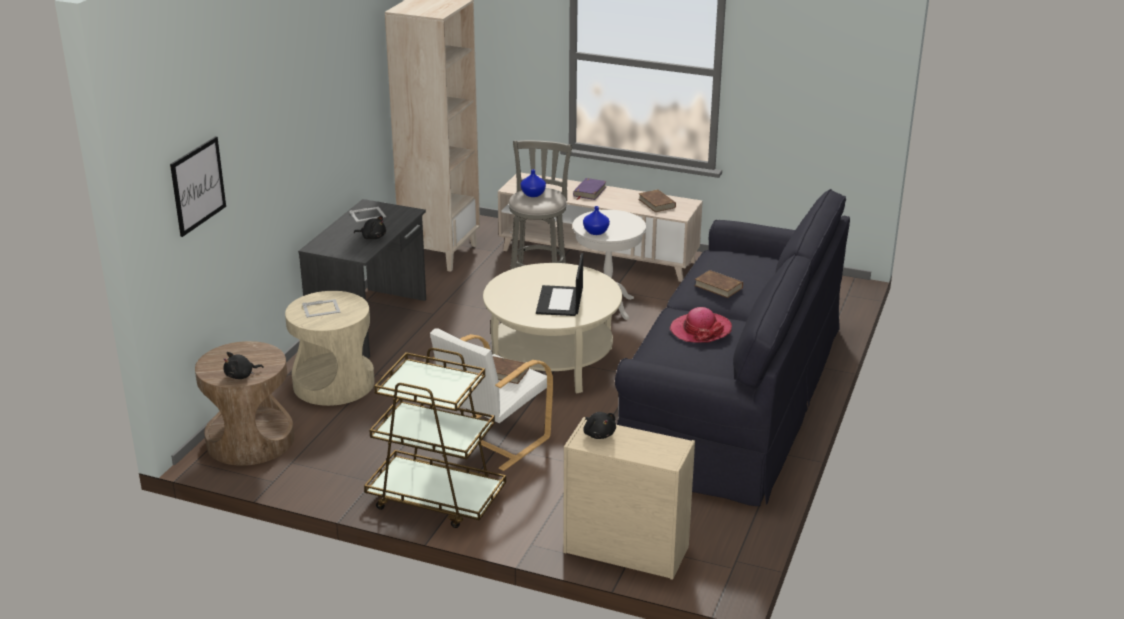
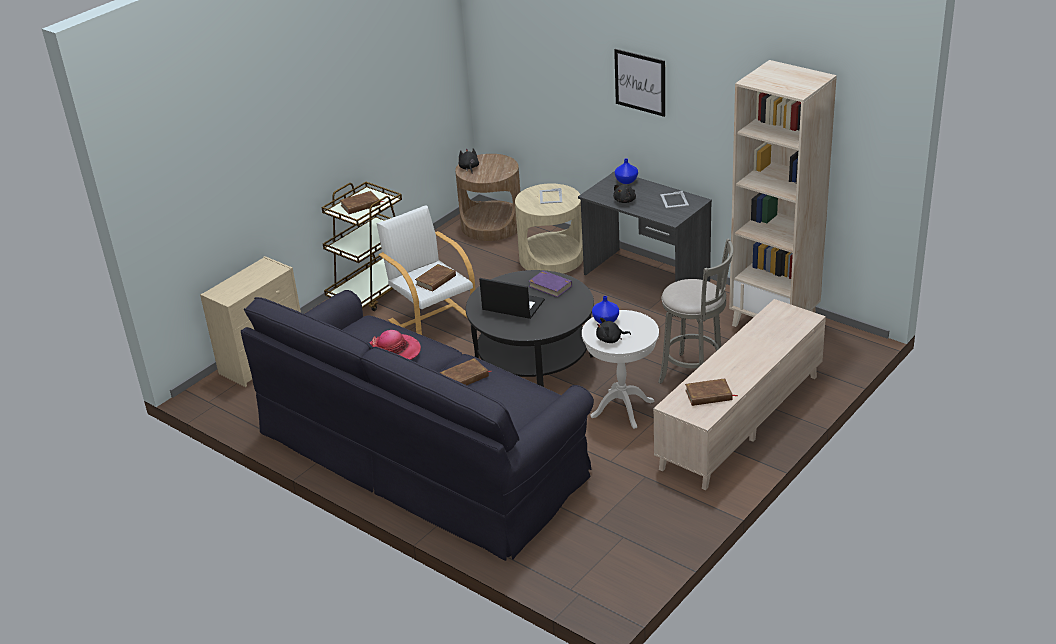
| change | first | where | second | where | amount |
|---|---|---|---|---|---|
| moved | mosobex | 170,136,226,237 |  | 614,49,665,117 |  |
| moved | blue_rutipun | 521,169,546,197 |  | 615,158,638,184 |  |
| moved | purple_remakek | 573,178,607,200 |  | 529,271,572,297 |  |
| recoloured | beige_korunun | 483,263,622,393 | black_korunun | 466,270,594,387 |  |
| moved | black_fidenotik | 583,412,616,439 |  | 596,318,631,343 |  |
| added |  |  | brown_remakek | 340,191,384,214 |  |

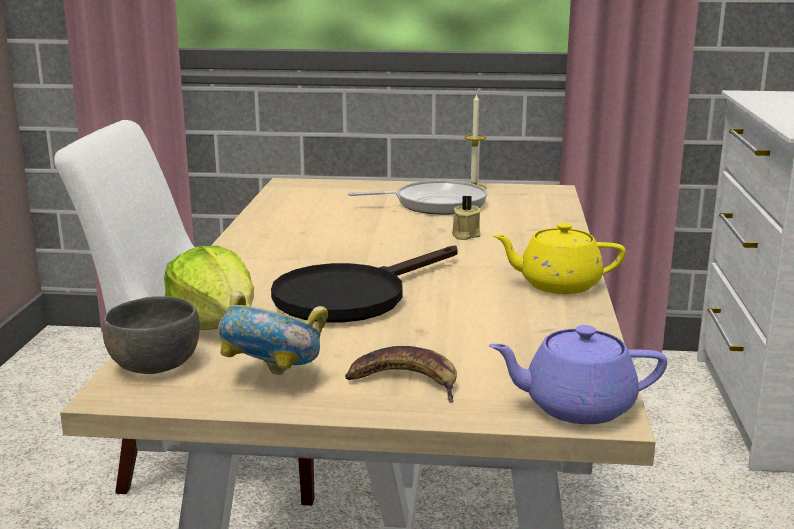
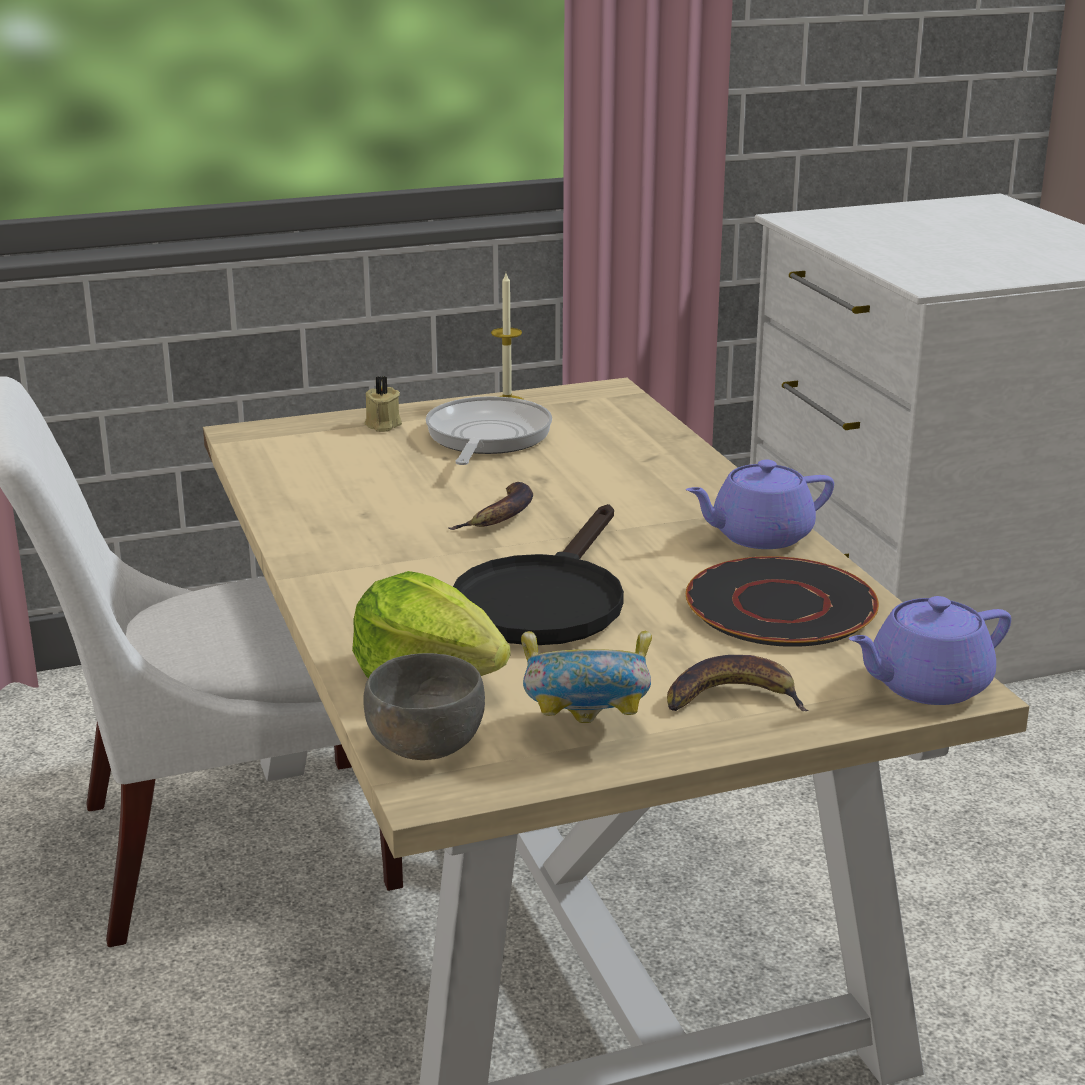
| change | first | where | second | where | amount |
|---|---|---|---|---|---|
| turned | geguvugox | 348,180,488,215 |  | 426,396,552,465 | 45 degrees counterclockwise |
| moved | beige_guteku | 452,195,481,240 |  | 364,376,402,432 |  |
| recoloured | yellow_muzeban | 492,223,626,294 | purple_muzeban | 686,460,834,549 |  |
| added |  |  | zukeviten | 448,482,533,530 |  |
| added |  |  | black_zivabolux | 686,556,879,647 |  |

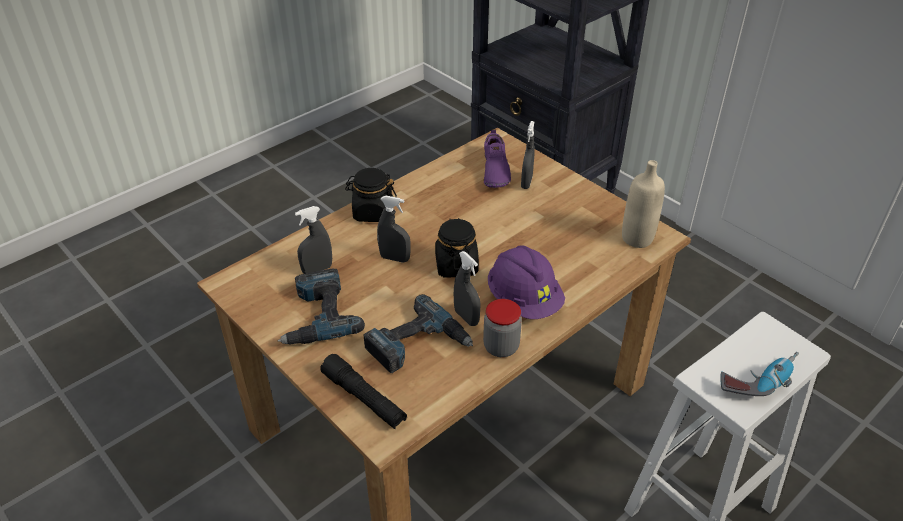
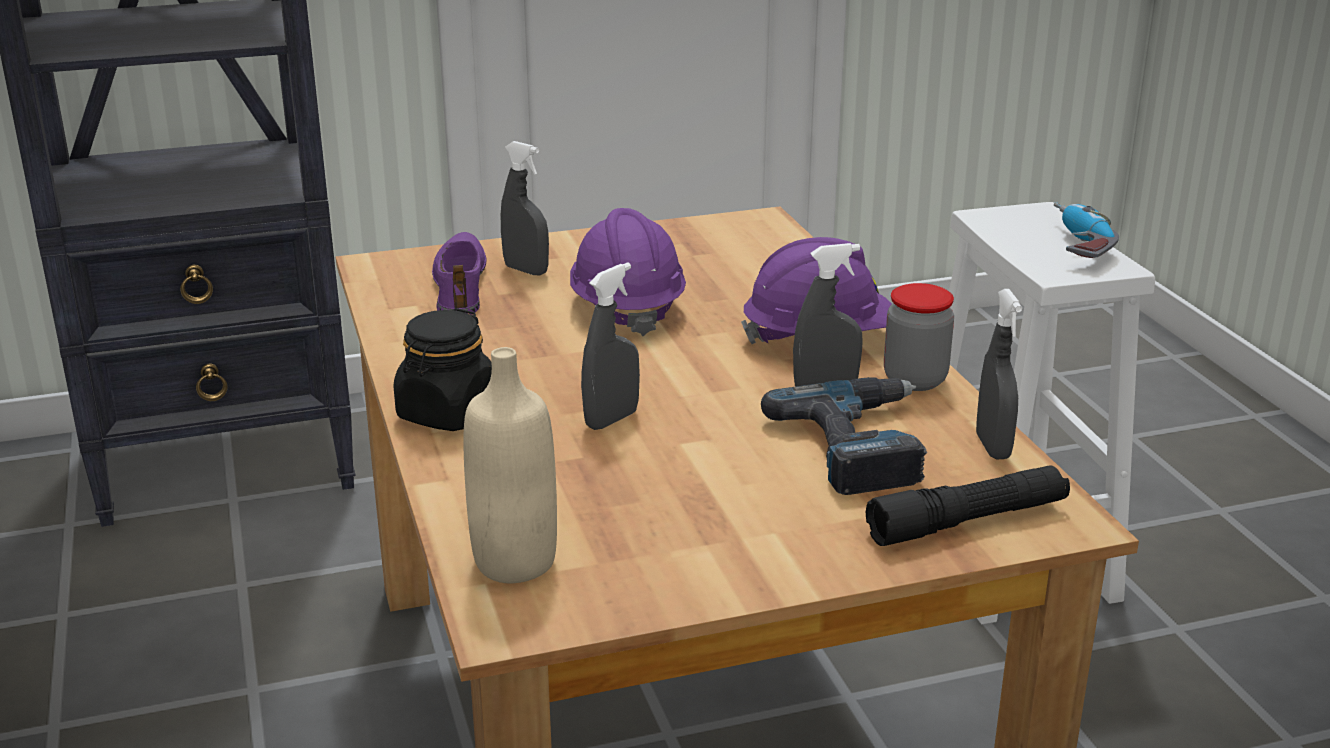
| change | first | where | second | where | amount |
|---|---|---|---|---|---|
| turned | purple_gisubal | 484,129,511,188 |  | 432,232,486,315 | 120 degrees counterclockwise |
| moved | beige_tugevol | 622,160,665,248 |  | 464,347,557,583 |  |
| moved | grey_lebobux | 295,206,332,274 |  | 976,289,1022,459 |  |
| removed | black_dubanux | 435,218,479,278 |  |  |  |
| removed | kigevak | 278,269,365,345 |  |  |  |
| added |  |  | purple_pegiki | 570,208,686,336 |  |

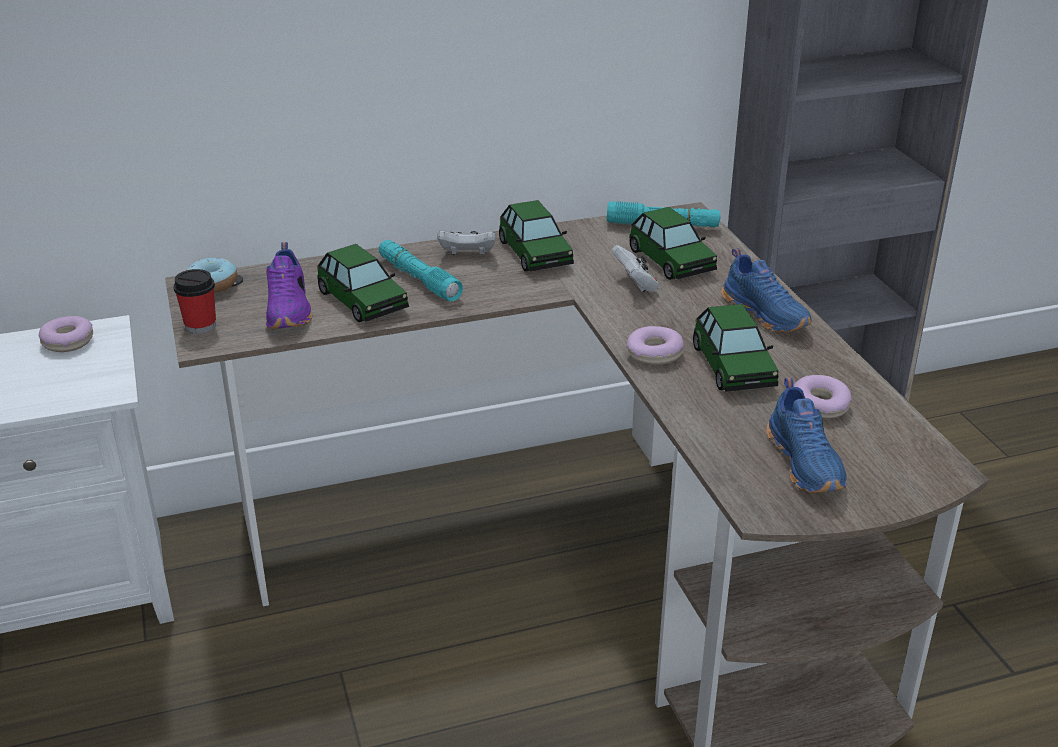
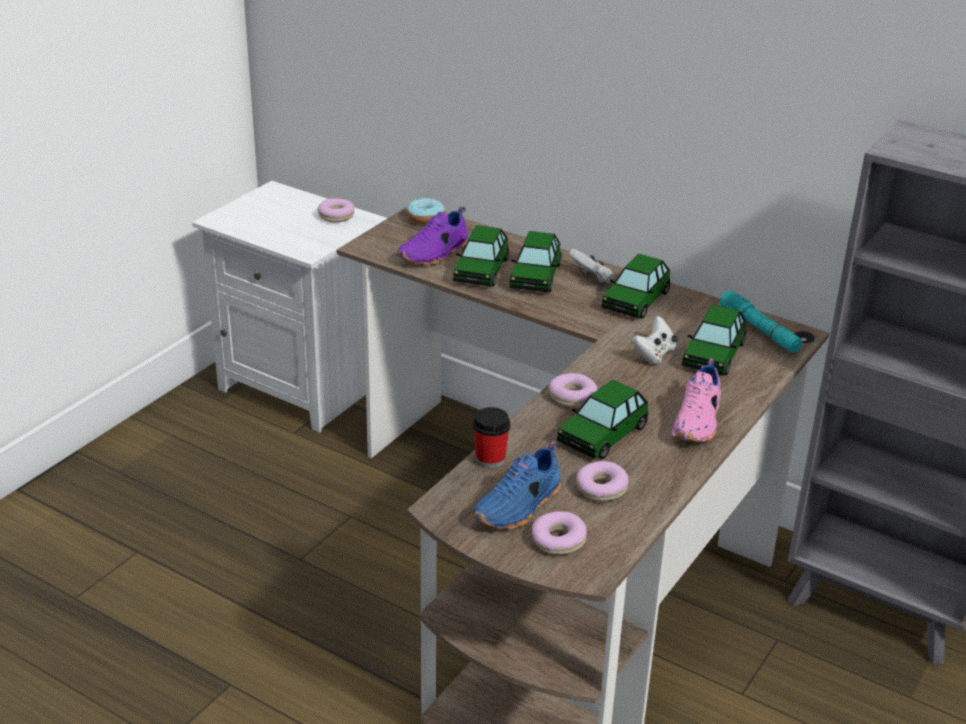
| change | first | where | second | where | amount |
|---|---|---|---|---|---|
| replaced | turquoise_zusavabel | 379,240,463,301 | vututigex | 509,231,562,292 |  |
| recoloured | blue_gisubal | 721,248,812,333 | pink_gisubal | 672,358,721,442 |  |
| moved | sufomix | 173,269,216,334 |  | 473,407,511,468 |  |
| added |  |  | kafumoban | 532,511,587,555 |  |

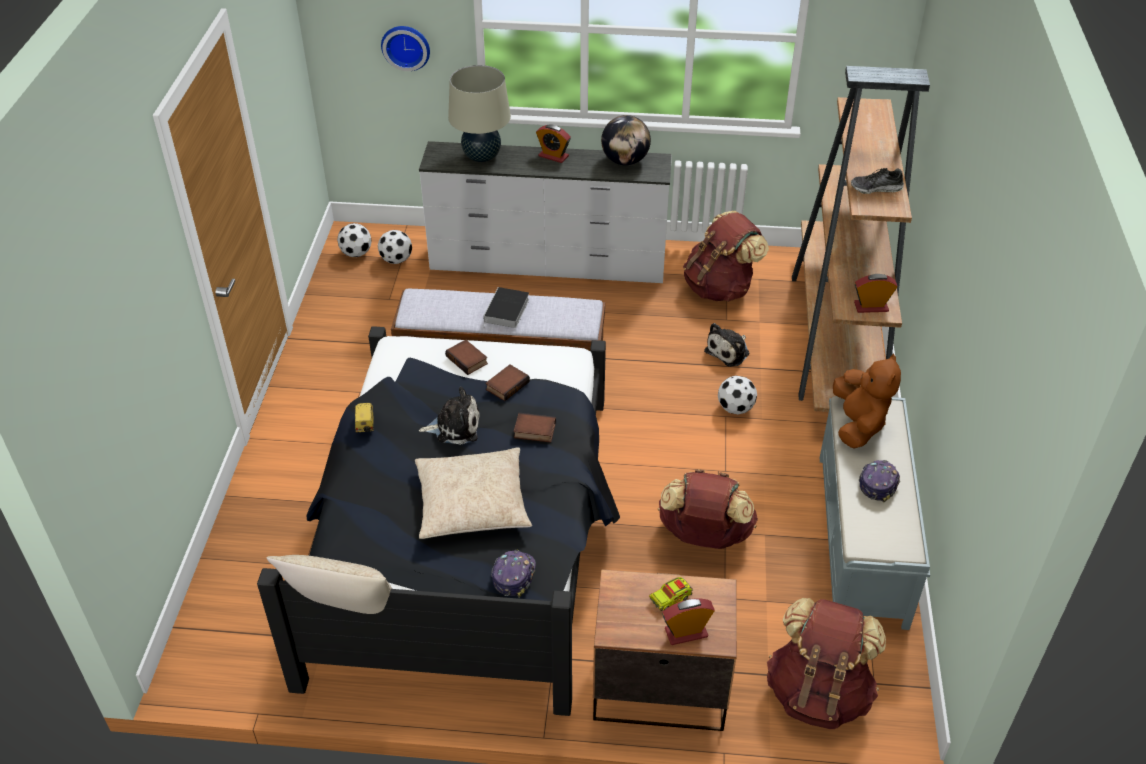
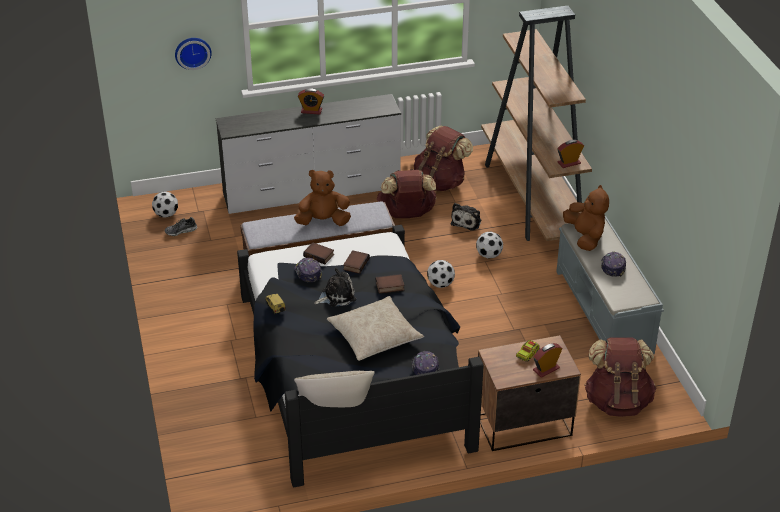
| change | first | where | second | where | amount |
|---|---|---|---|---|---|
| removed | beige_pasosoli | 448,65,511,162 |  |  |  |
| removed | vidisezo | 601,115,651,166 |  |  |  |
| moved | gisubal | 851,168,904,194 |  | 165,217,197,236 |  |
| moved | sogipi | 378,230,412,264 |  | 427,260,455,288 |  |
| replaced | remakek | 483,287,529,329 | brown_fidenotik | 294,170,351,226 |  |
| moved | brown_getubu | 658,469,758,549 |  | 377,169,437,218 |  |
| added |  |  | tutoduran | 294,258,322,282 |  |

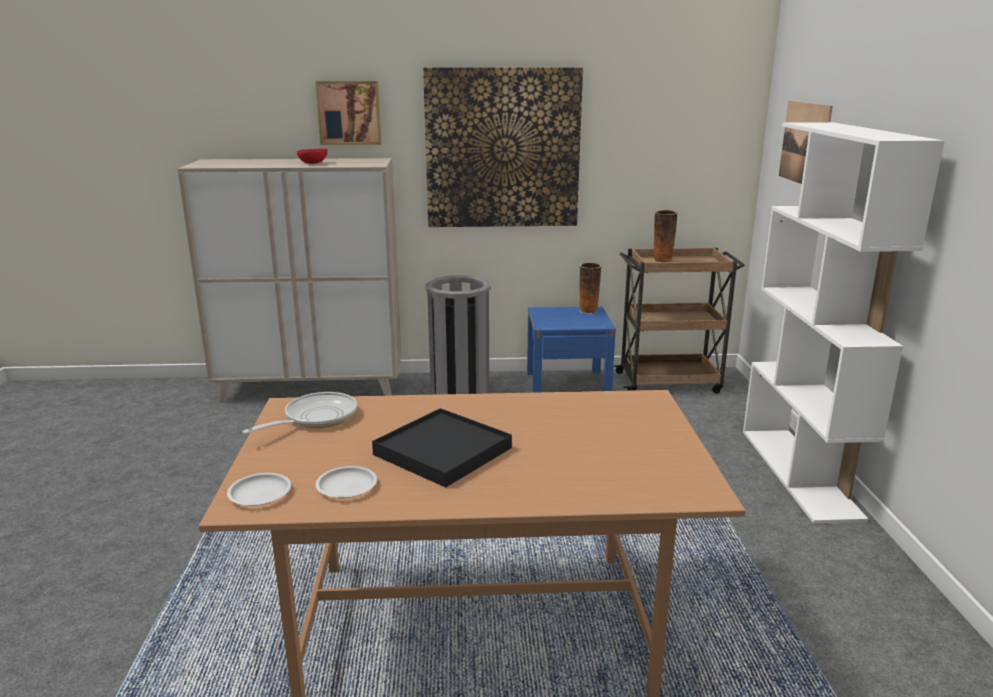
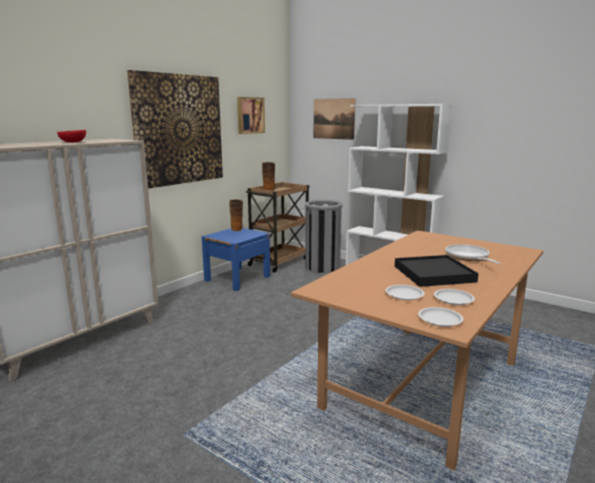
| change | first | where | second | where | amount |
|---|---|---|---|---|---|
| moved | mosobex | 315,81,381,145 |  | 237,97,265,134 |  |
| moved | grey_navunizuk | 426,275,491,395 |  | 305,200,343,274 |  |
| moved | geguvugox | 242,392,357,434 |  | 445,244,501,264 |  |
| added |  |  | white_zivabolux | 386,285,424,300 |  |

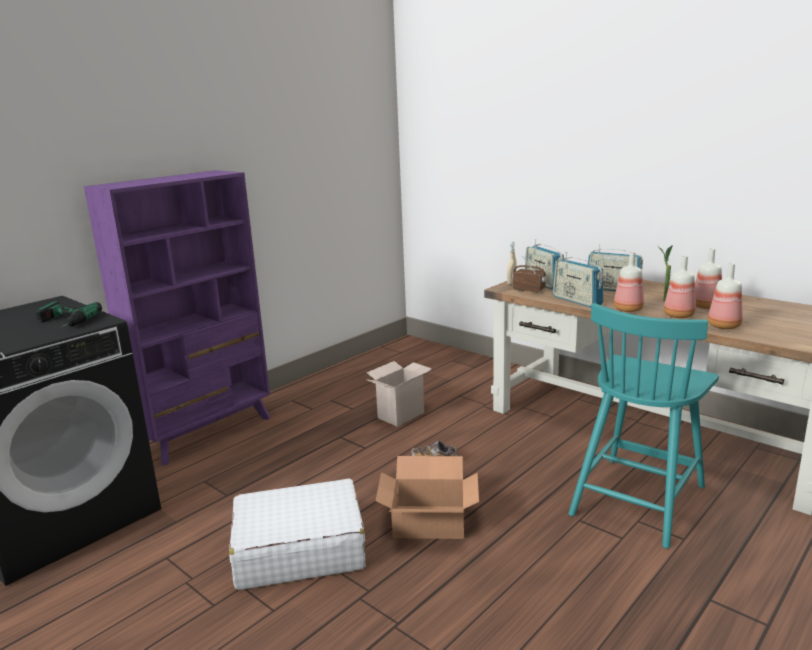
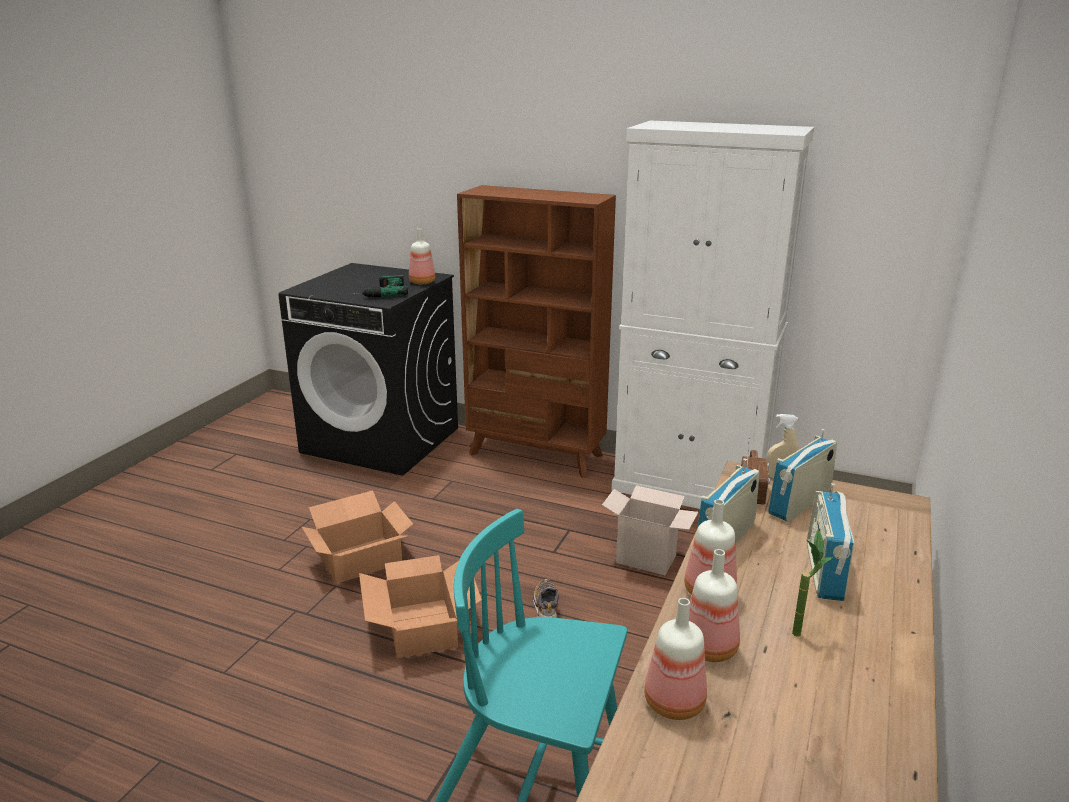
| change | first | where | second | where | amount |
|---|---|---|---|---|---|
| recoloured | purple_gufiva | 84,170,270,465 | brown_gufiva | 457,185,616,478 |  |
| moved | tugevol | 695,249,722,309 |  | 409,228,435,284 |  |
| replaced | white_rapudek | 229,478,366,590 | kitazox | 302,491,413,584 |  |
| added |  |  | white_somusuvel | 611,121,814,509 |  |

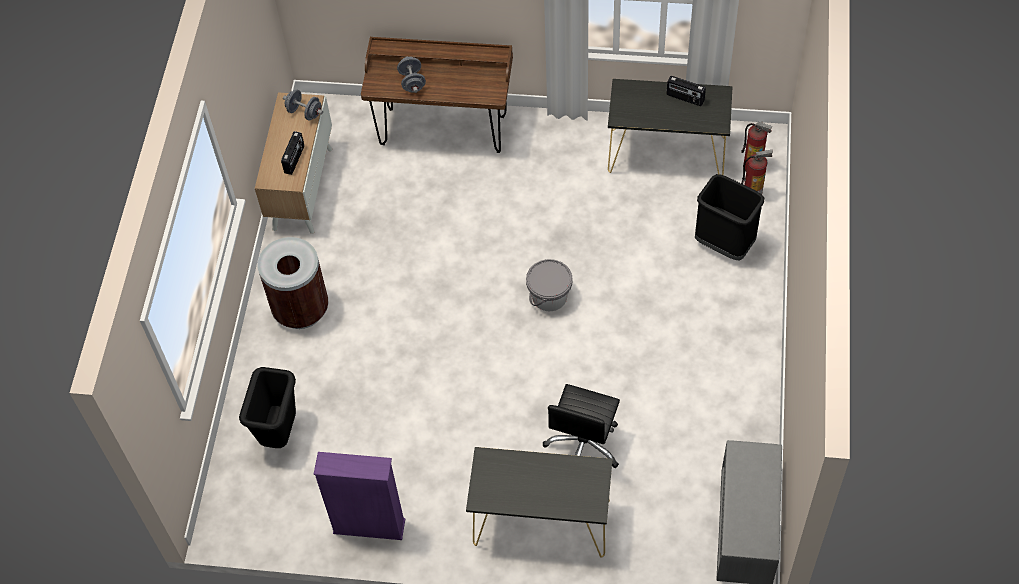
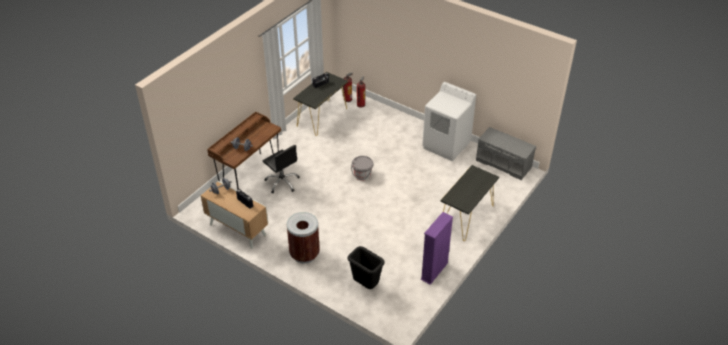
| change | first | where | second | where | amount |
|---|---|---|---|---|---|
| removed | black_navunizuk | 695,174,765,261 |  |  |  |
| moved | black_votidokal | 543,384,620,468 |  | 263,145,300,193 |  |
| added |  |  | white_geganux | 422,82,476,161 |  |

